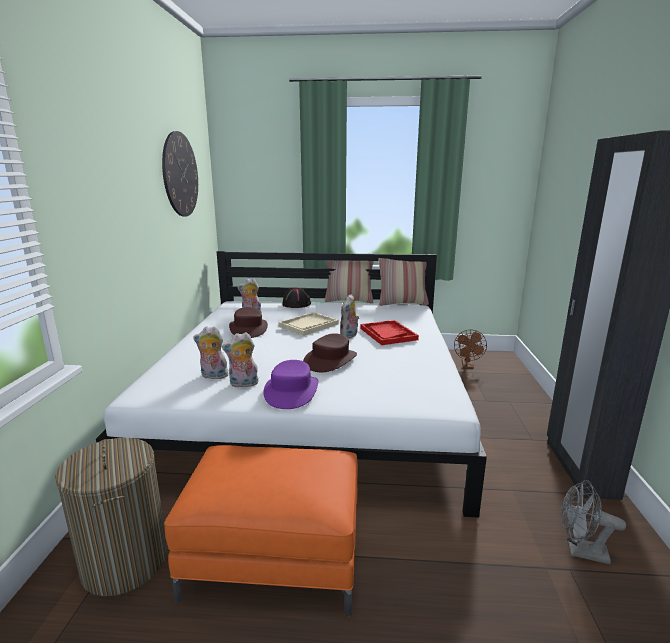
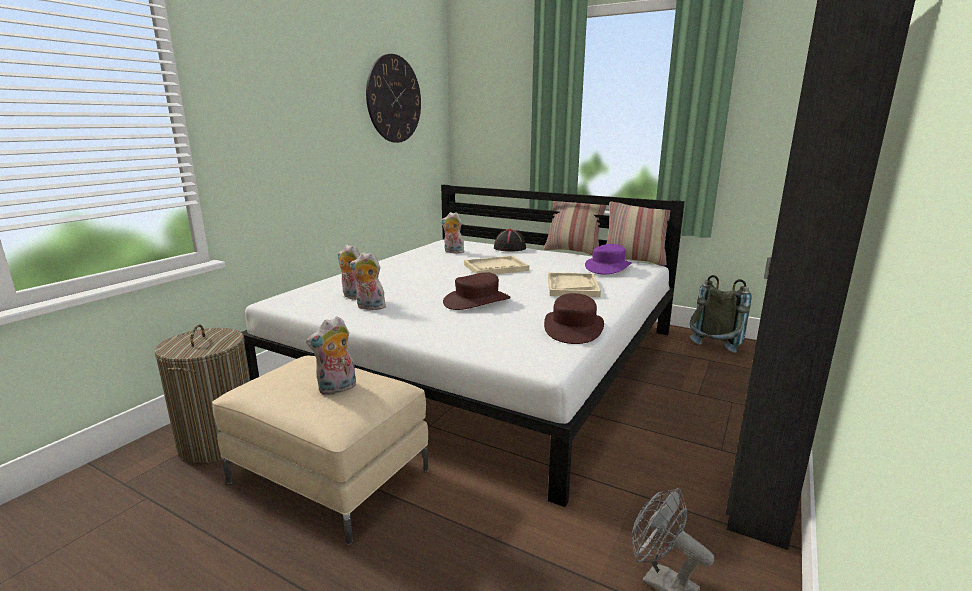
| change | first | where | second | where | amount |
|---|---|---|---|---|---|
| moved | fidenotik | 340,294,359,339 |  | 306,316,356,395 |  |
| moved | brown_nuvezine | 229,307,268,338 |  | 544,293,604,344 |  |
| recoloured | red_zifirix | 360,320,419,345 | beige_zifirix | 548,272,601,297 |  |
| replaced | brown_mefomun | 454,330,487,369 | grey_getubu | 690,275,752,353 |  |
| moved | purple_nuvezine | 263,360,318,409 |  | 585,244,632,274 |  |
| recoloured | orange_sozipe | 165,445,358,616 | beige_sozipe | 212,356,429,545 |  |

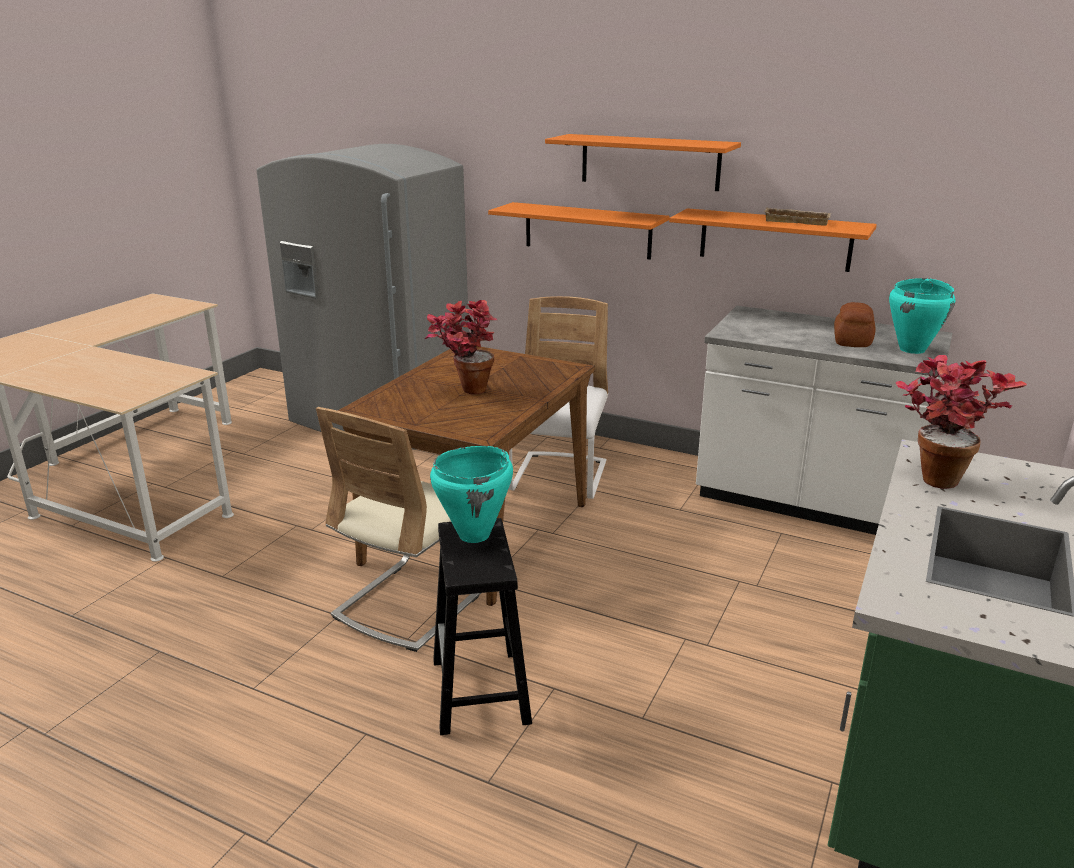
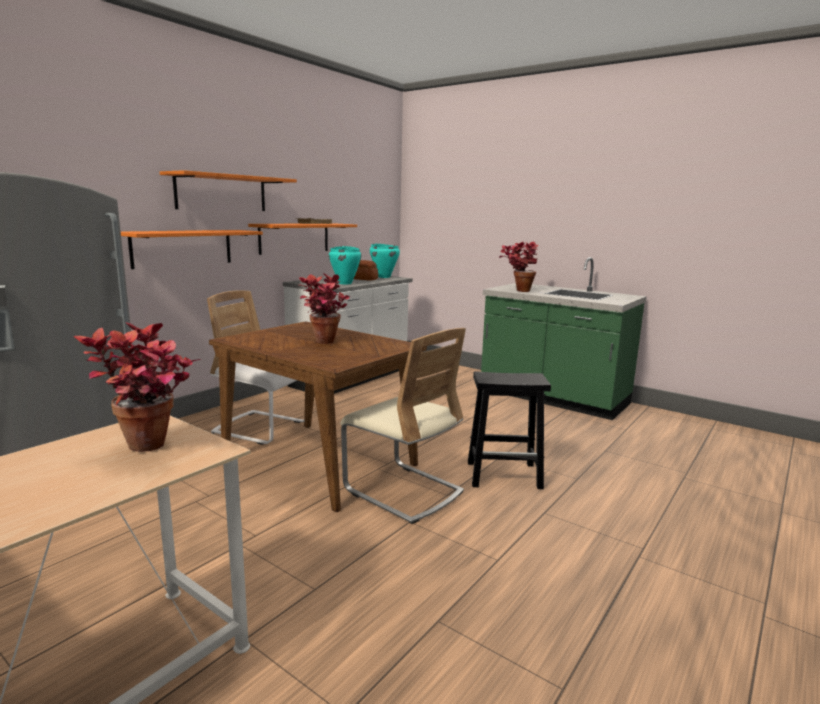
| change | first | where | second | where | amount |
|---|---|---|---|---|---|
| moved | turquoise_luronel | 430,446,513,543 |  | 329,246,361,284 |  |
| added |  |  | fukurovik | 74,322,200,452 |  |

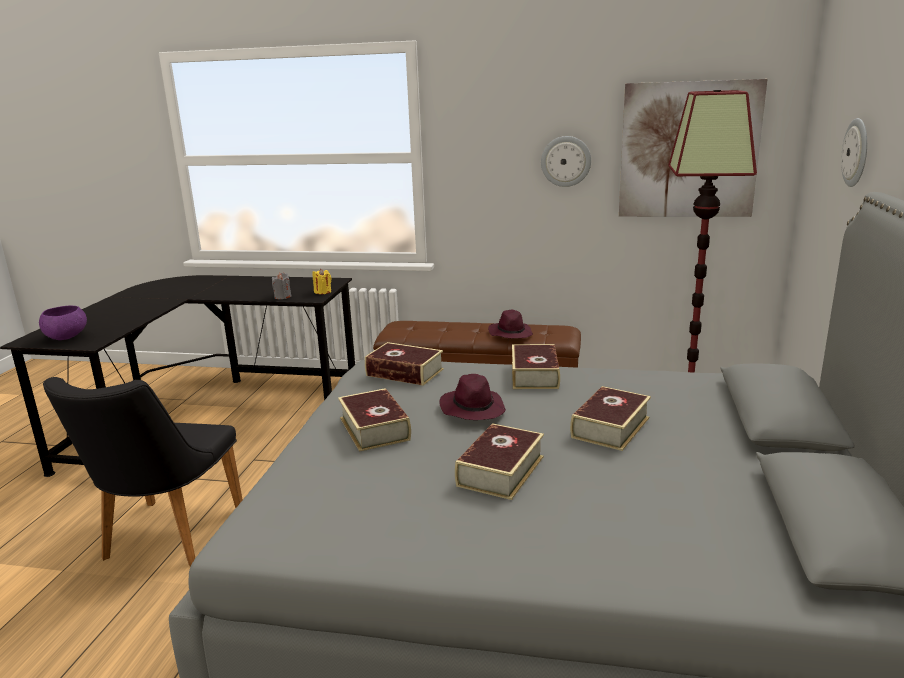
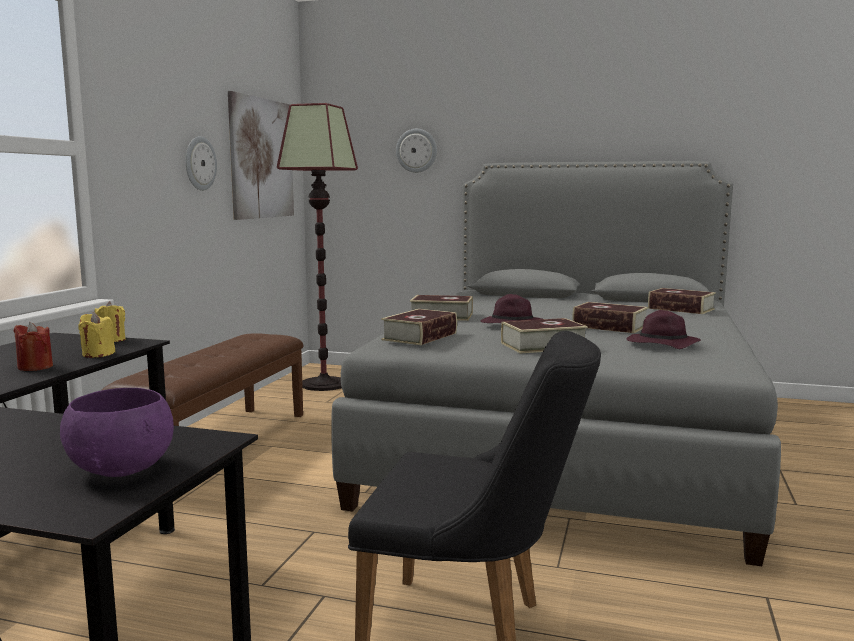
| change | first | where | second | where | amount |
|---|---|---|---|---|---|
| recoloured | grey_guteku | 272,273,291,299 | yellow_guteku | 78,312,115,358 |  |
| moved | purple_nuvezine | 488,310,533,338 |  | 626,310,701,349 |  |
| moved | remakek | 570,386,651,451 |  | 648,288,716,314 |  |
| added |  |  | red_guteku | 13,322,53,371 |  |

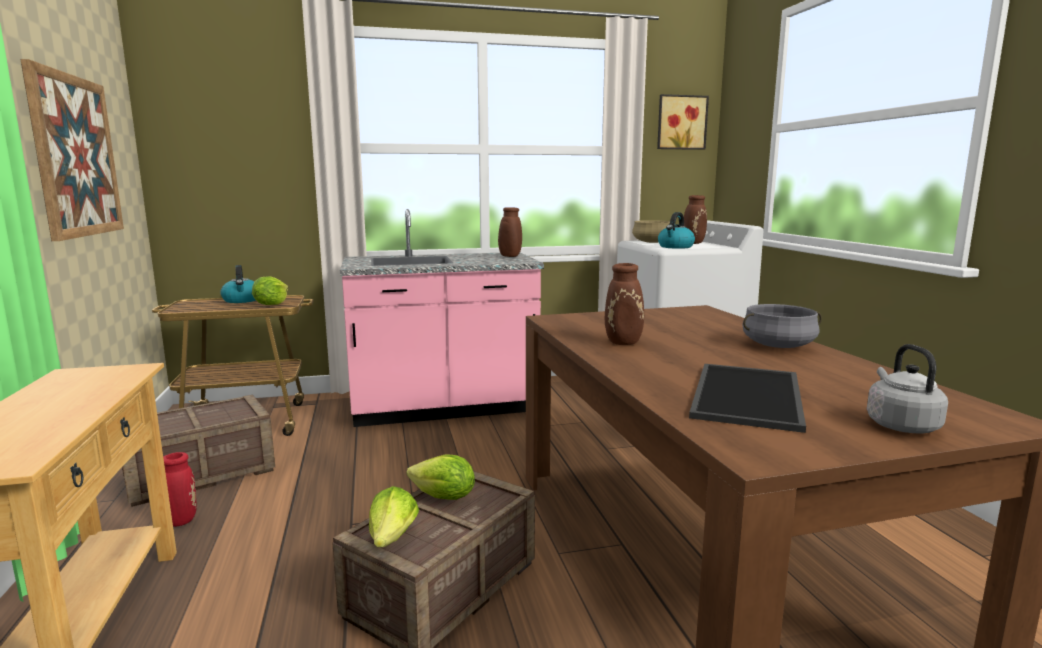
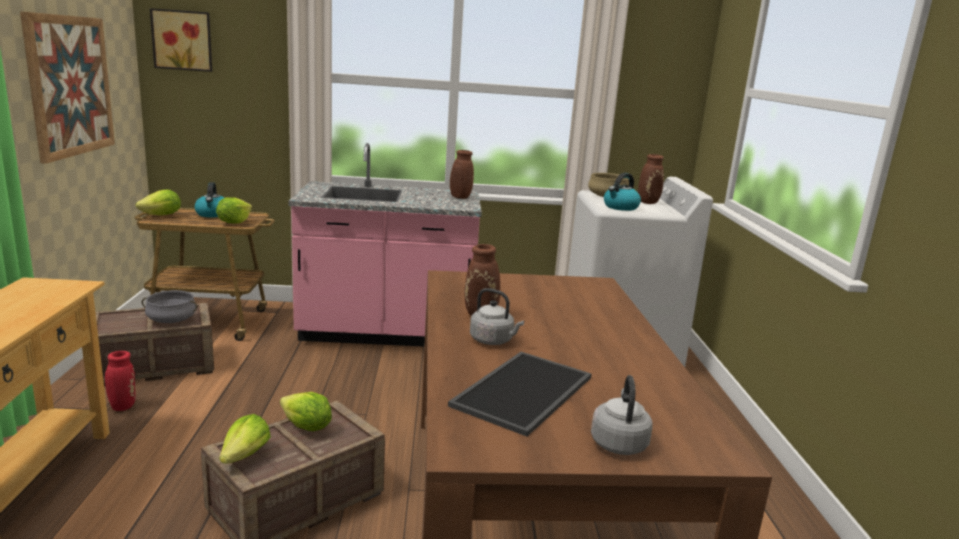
| change | first | where | second | where | amount |
|---|---|---|---|---|---|
| moved | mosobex | 657,94,709,150 |  | 150,8,212,72 |  |
| moved | grey_luronel | 742,304,822,348 |  | 142,290,197,323 |  |
| added |  |  | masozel | 136,189,181,216 |  |
| added |  |  | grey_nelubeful | 470,288,524,345 |  |

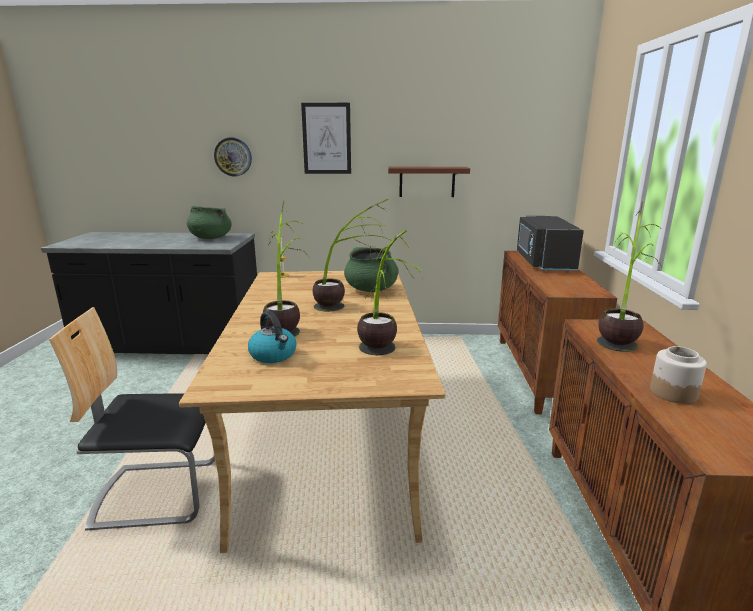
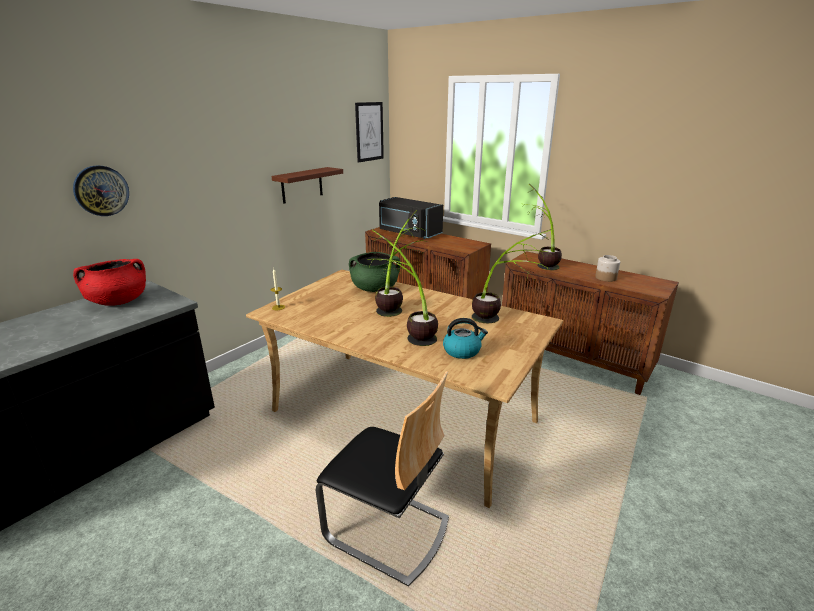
| change | first | where | second | where | amount |
|---|---|---|---|---|---|
| moved | mosobex | 301,103,351,174 |  | 355,102,384,163 |  |
| recoloured | green_luronel | 187,206,232,239 | red_luronel | 73,259,146,306 |  |
| turned | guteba | 49,307,215,531 |  | 316,371,449,587 | 90 degrees counterclockwise |

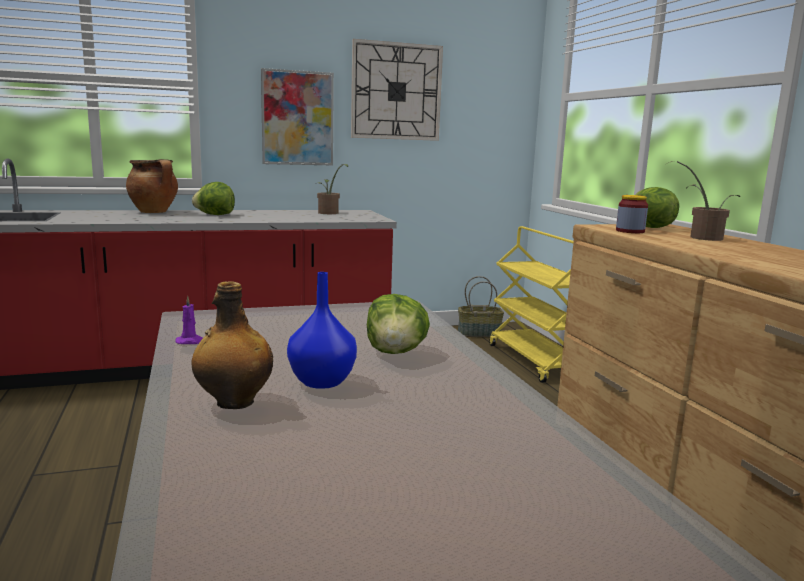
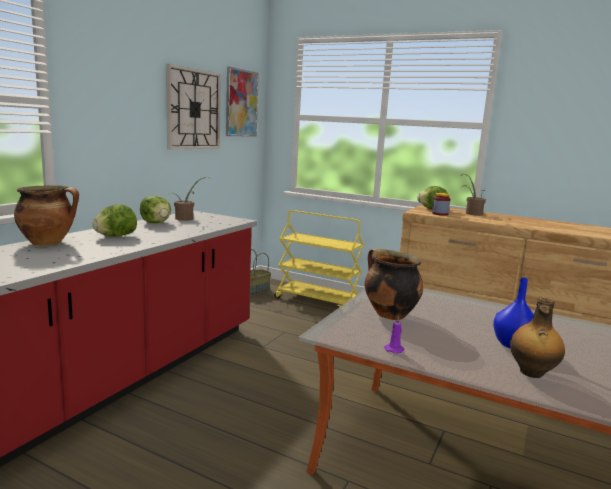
| change | first | where | second | where | amount |
|---|---|---|---|---|---|
| moved | mosobex | 261,68,334,166 |  | 226,66,259,137 |  |
| moved | masozel | 367,294,430,354 |  | 140,196,171,223 |  |
| added |  |  | luronel | 365,249,423,320 |  |

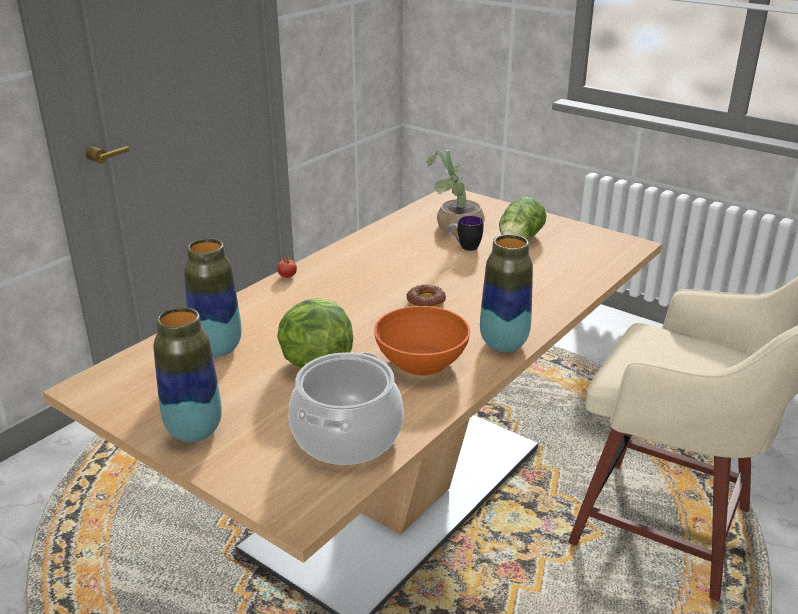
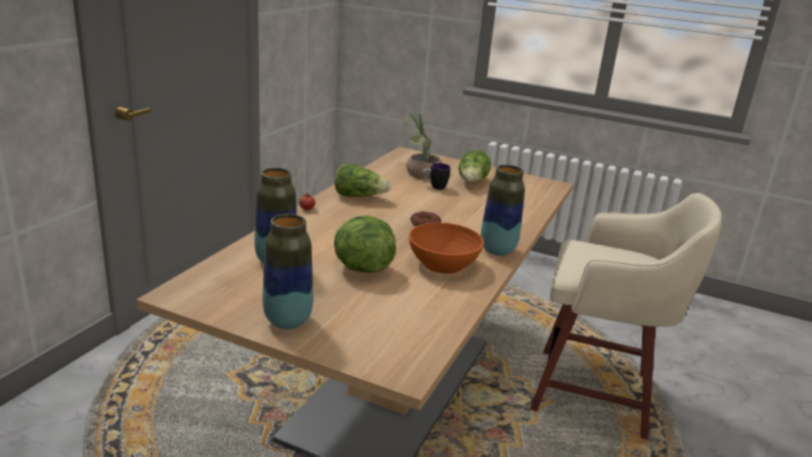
| change | first | where | second | where | amount |
|---|---|---|---|---|---|
| removed | luronel | 289,352,404,465 |  |  |  |
| added |  |  | masozel | 335,163,391,197 |  |

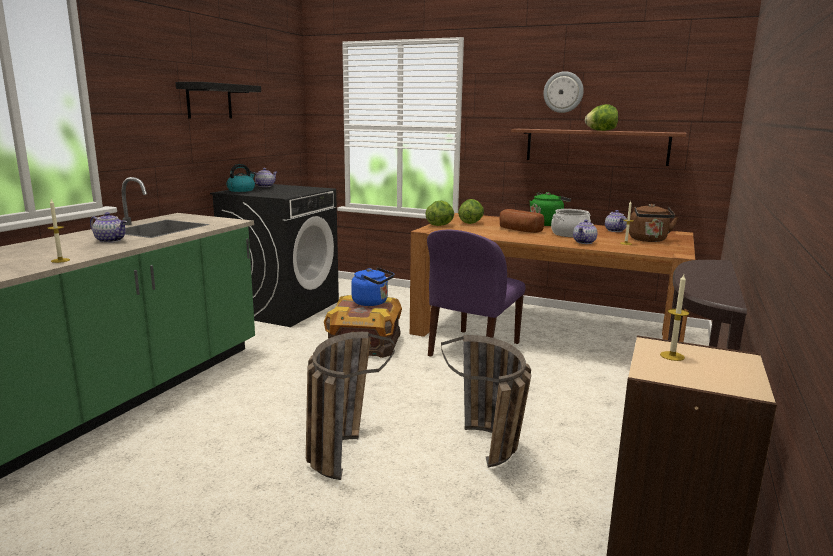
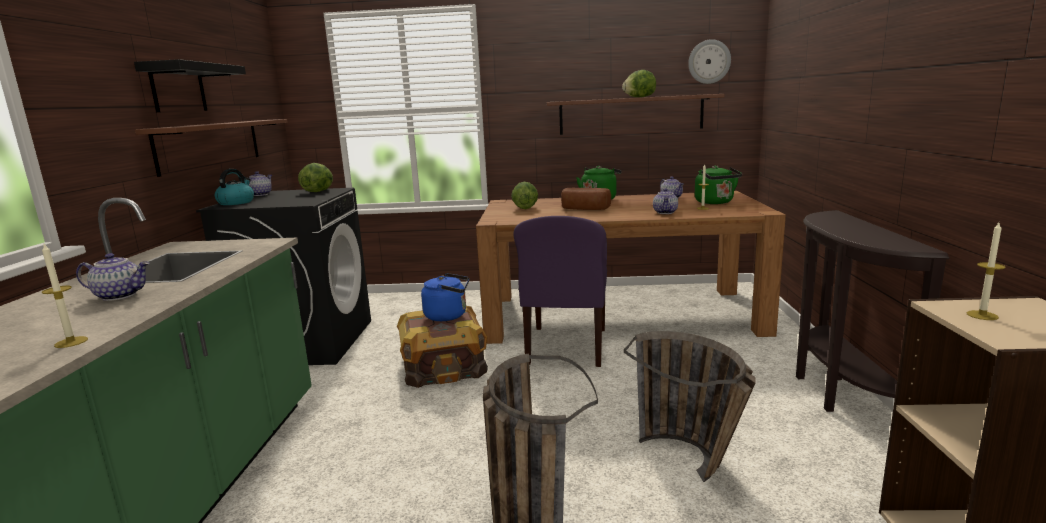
| change | first | where | second | where | amount |
|---|---|---|---|---|---|
| moved | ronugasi | 543,71,584,113 |  | 688,39,731,84 |  |
| moved | masozel | 425,200,454,226 |  | 298,163,333,192 |  |
| recoloured | brown_nelubeful | 629,204,678,242 | green_nelubeful | 695,166,742,204 |  |
| removed | luronel | 551,209,591,237 |  |  |  |
| added |  |  | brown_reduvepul | 135,119,288,177 |  |

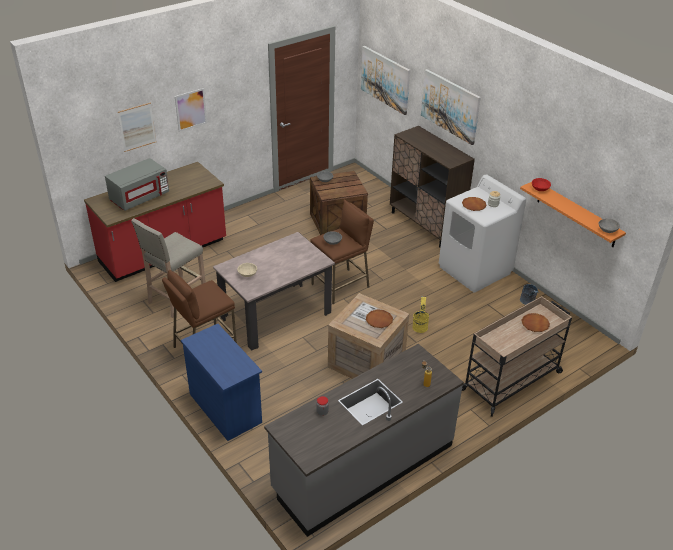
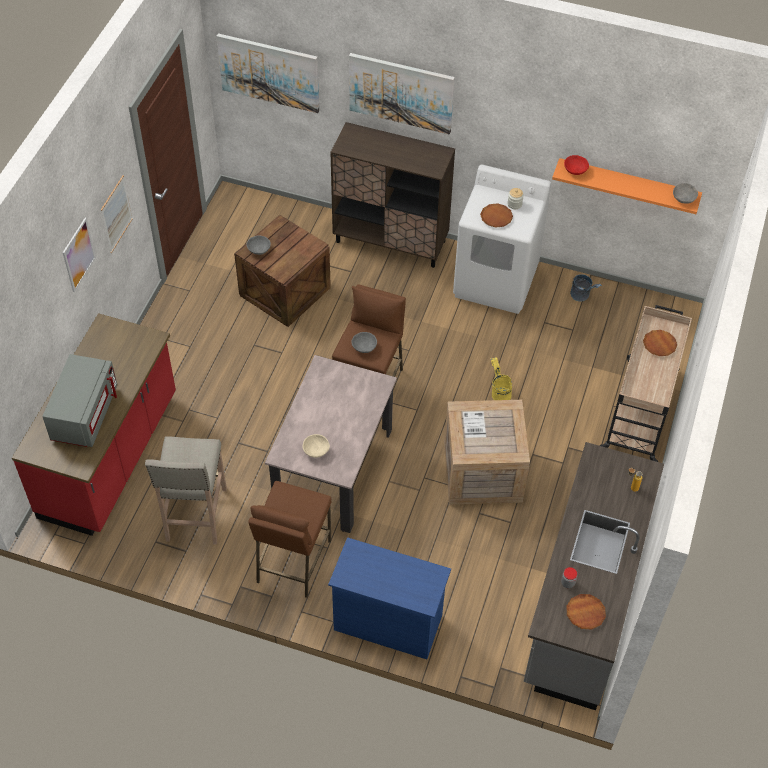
| change | first | where | second | where | amount |
|---|---|---|---|---|---|
| moved | mosobex | 118,102,156,152 |  | 101,175,133,253 |  |
| moved | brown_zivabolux | 366,309,393,328 |  | 566,594,606,629 |  |

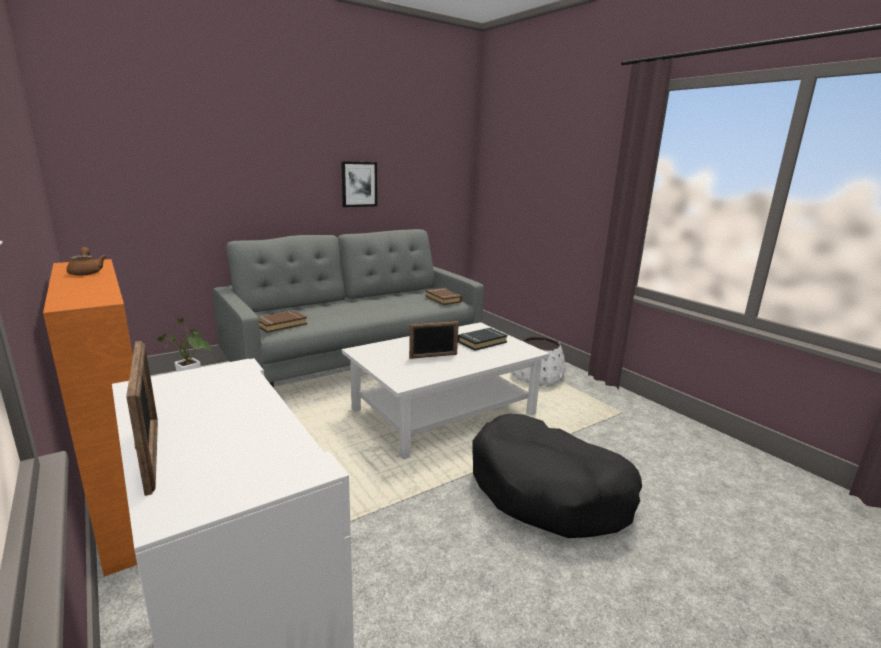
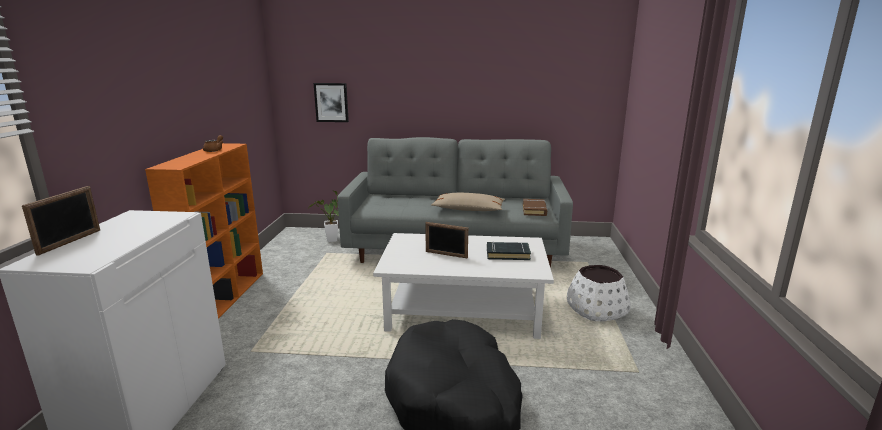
| change | first | where | second | where | amount |
|---|---|---|---|---|---|
| moved | mosobex | 341,161,377,207 |  | 314,83,349,122 |  |
| removed | brown_remakek | 258,311,307,333 |  |  |  |
| added |  |  | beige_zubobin | 431,193,505,211 |  |

